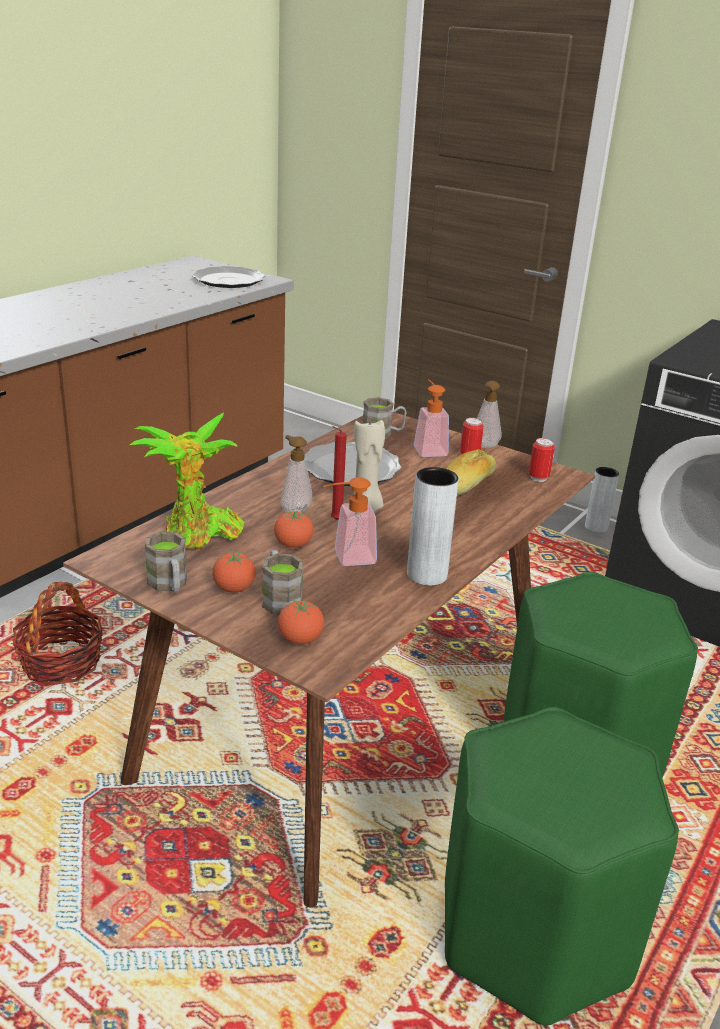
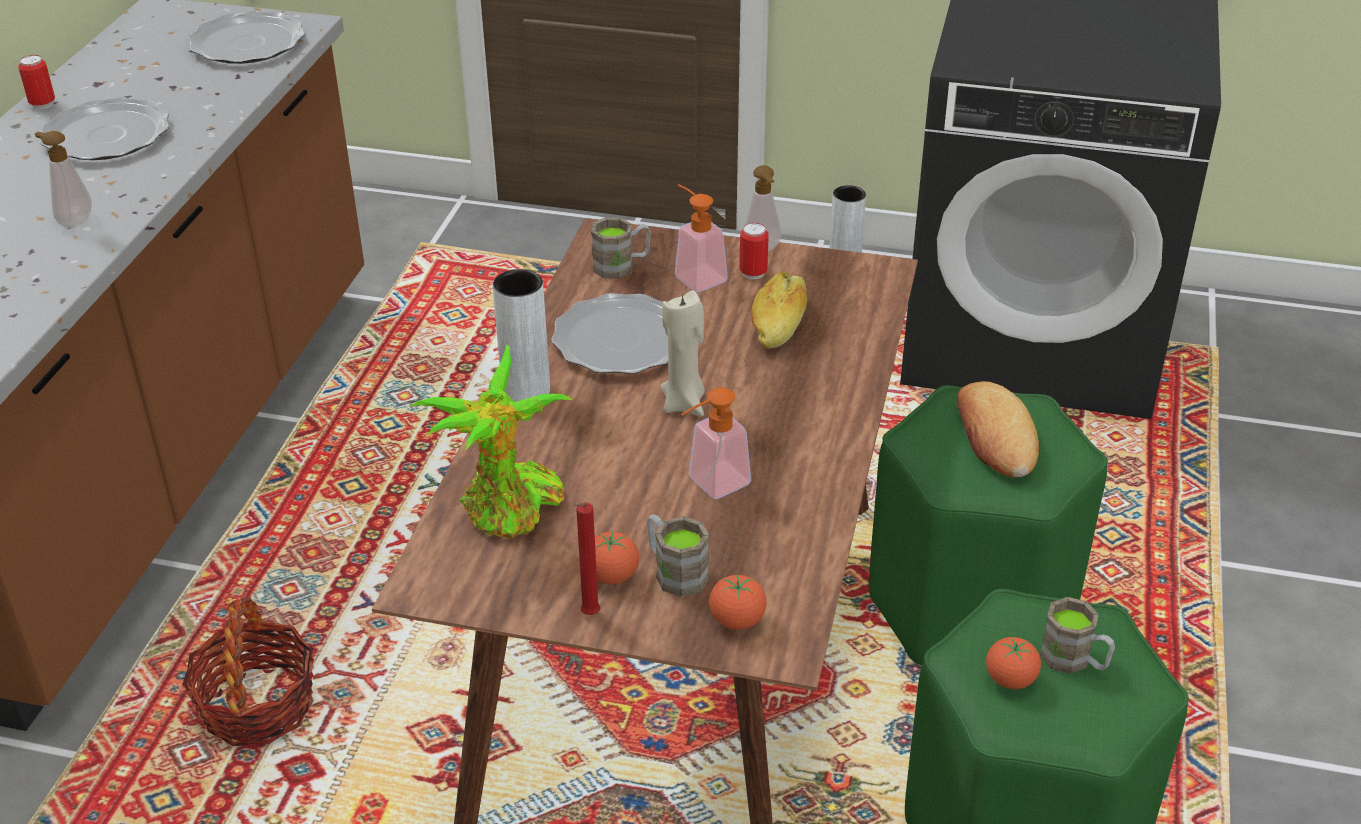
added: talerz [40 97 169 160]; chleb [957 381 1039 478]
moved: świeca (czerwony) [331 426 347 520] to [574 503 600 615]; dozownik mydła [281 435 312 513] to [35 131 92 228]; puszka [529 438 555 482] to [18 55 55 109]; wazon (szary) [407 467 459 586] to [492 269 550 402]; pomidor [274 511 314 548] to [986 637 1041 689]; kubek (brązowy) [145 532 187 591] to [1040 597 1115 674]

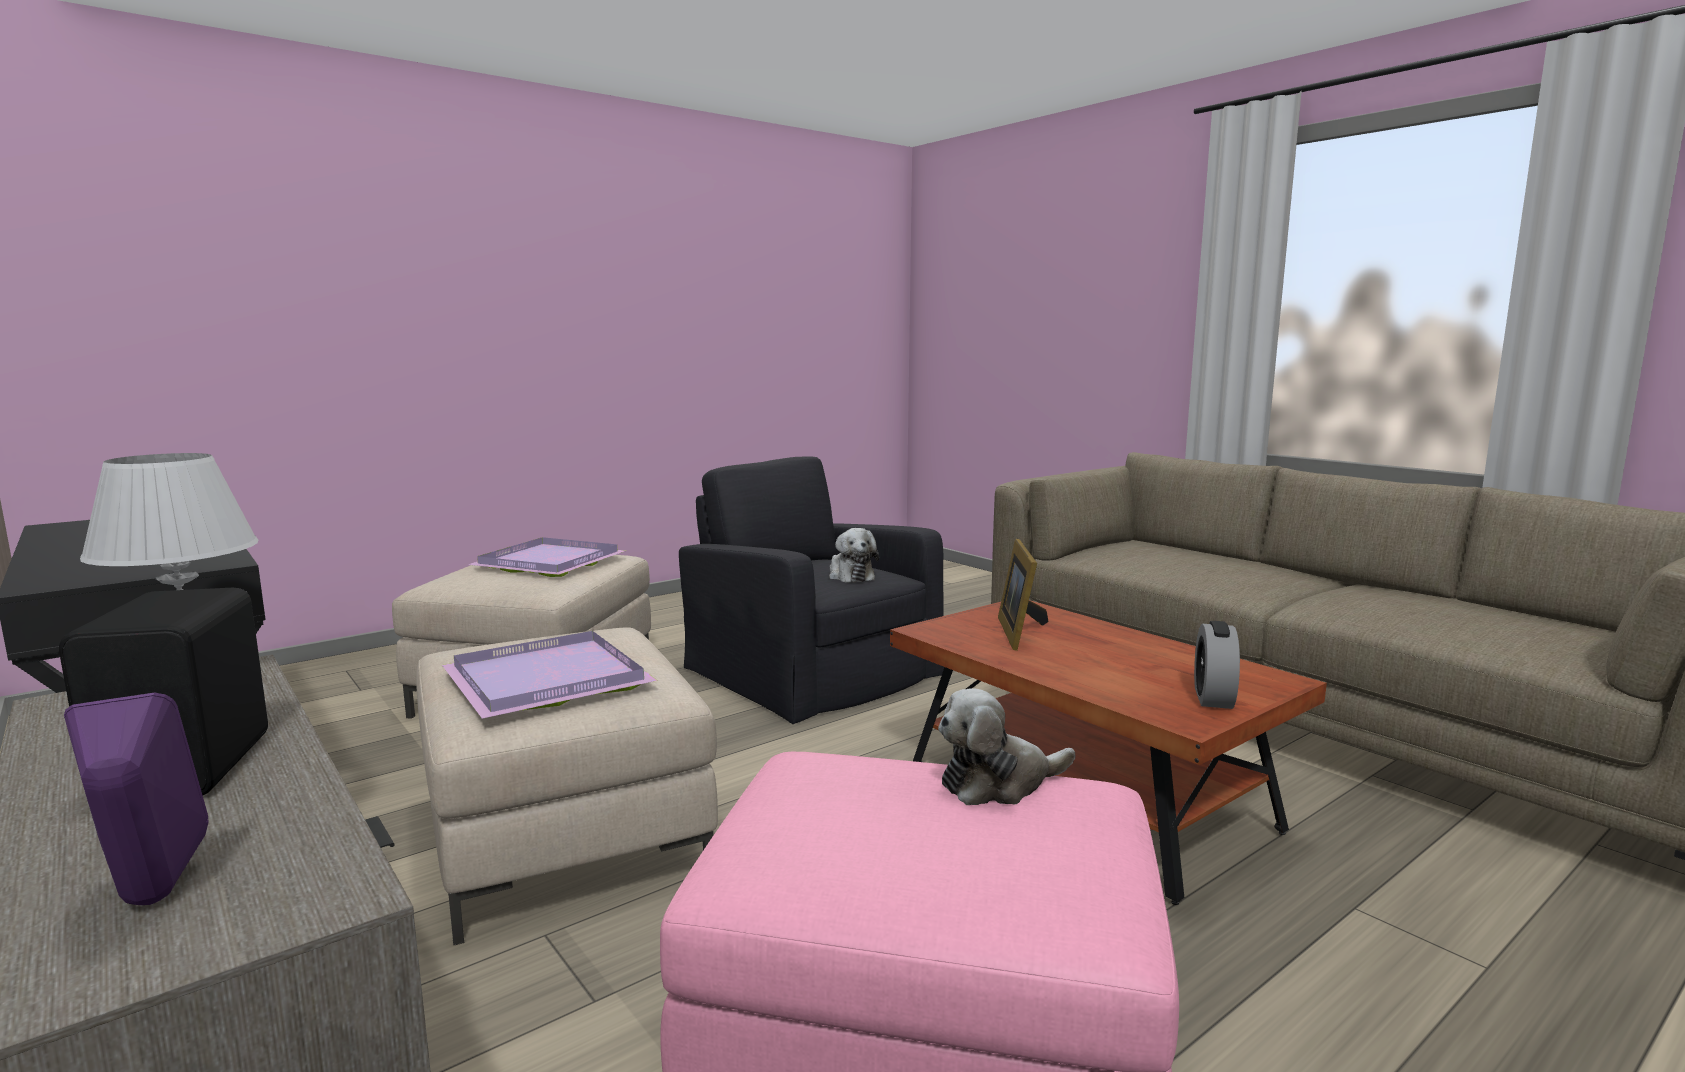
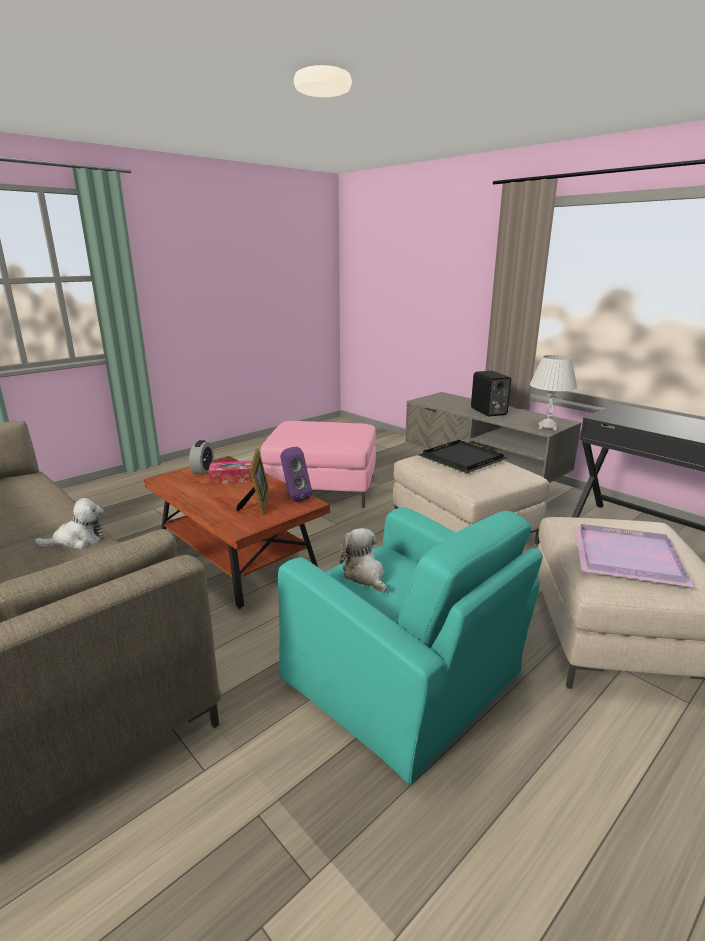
added: pudełko chusteczek [208 461 253 485]
moved: pluszak [938 688 1075 805] to [35 498 104 549]; głośnik (fioletowy) [64 692 208 905] to [280 447 312 502]
recoloured: fotel (czarny) [679 457 944 724] to fotel (turkusowy) [278 507 543 785]; taca (fioletowy) [442 631 658 719] to taca (czarny) [418 440 508 473]

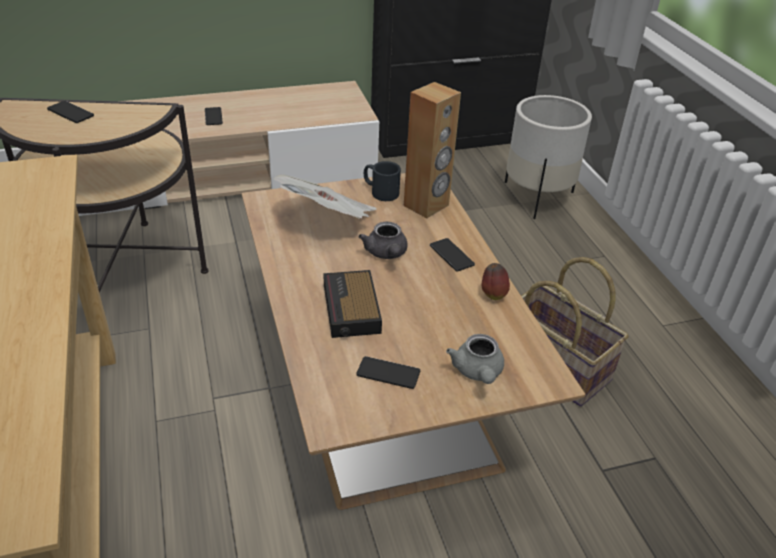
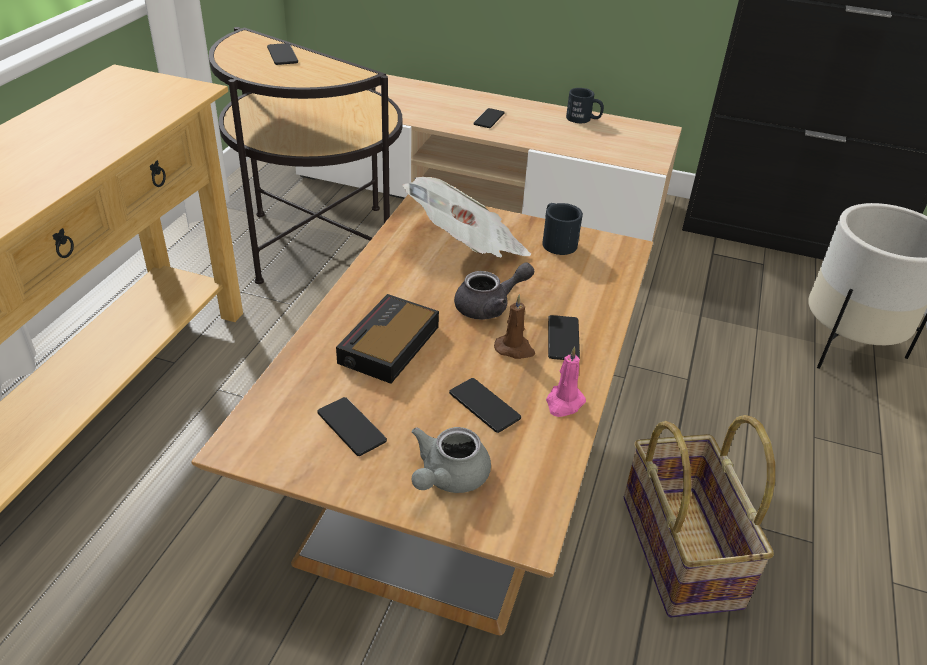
removed: głośnik (brązowy) [404 82 461 218]
added: kubek (czarny) [566 88 604 123]; świeca (brązowy) [494 294 535 359]; telefon [449 378 521 433]
replaced: jabłko [482 263 510 300] to świeca (różowy) [546 346 586 417]
turned: imbryk (szary) [359 222 408 259] = [454 262 534 320] 135 degrees counterclockwise

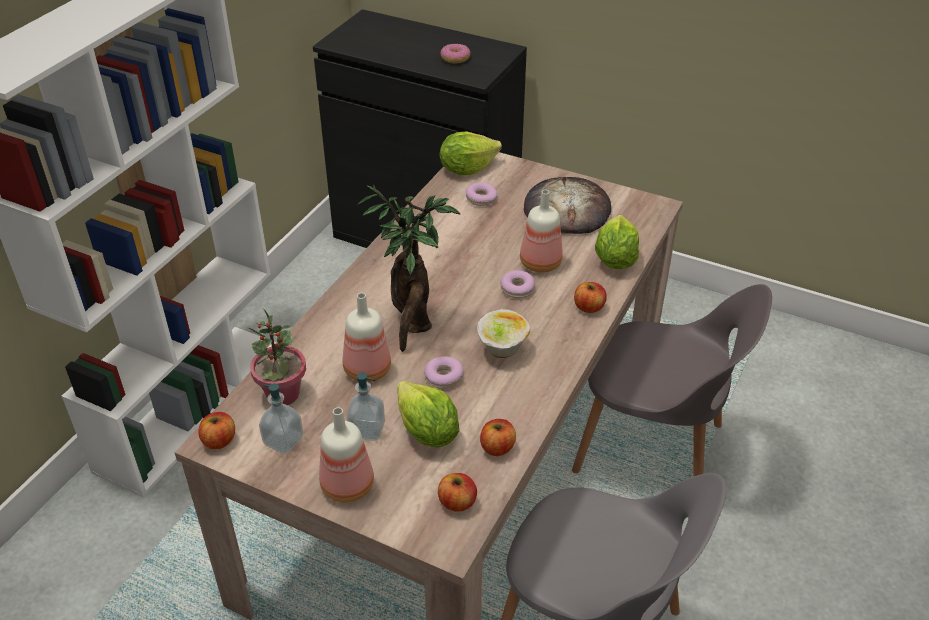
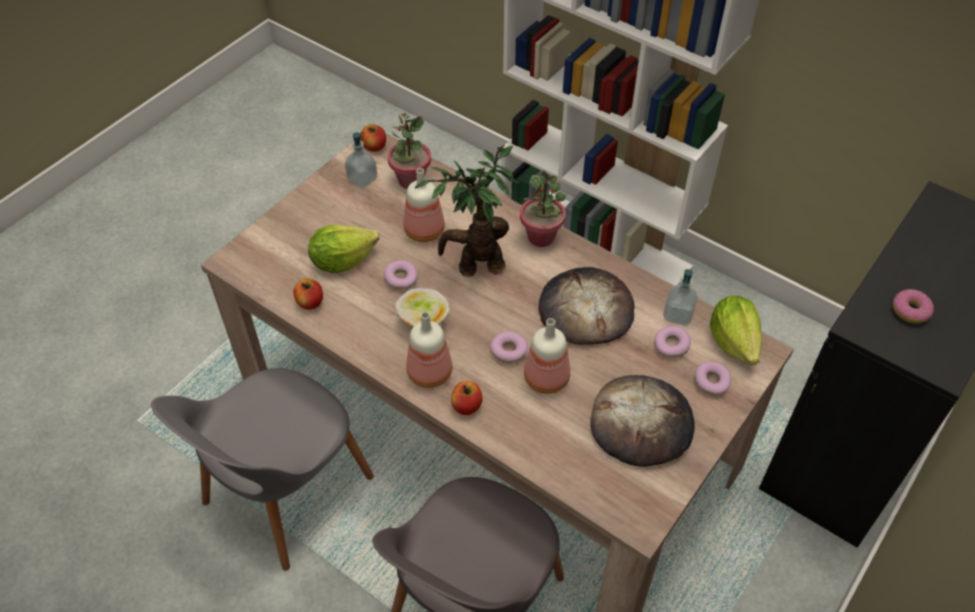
removed: sałata [595 215 639 269]; jabłko [438 473 477 512]
added: roślina doniczkowa [520 171 567 247]; chleb [539 267 635 345]; donut [694 361 732 396]
moved: dozownik mydła [346 372 385 441] to [663 269 698 326]; butelka [319 407 374 503] to [406 312 452 388]

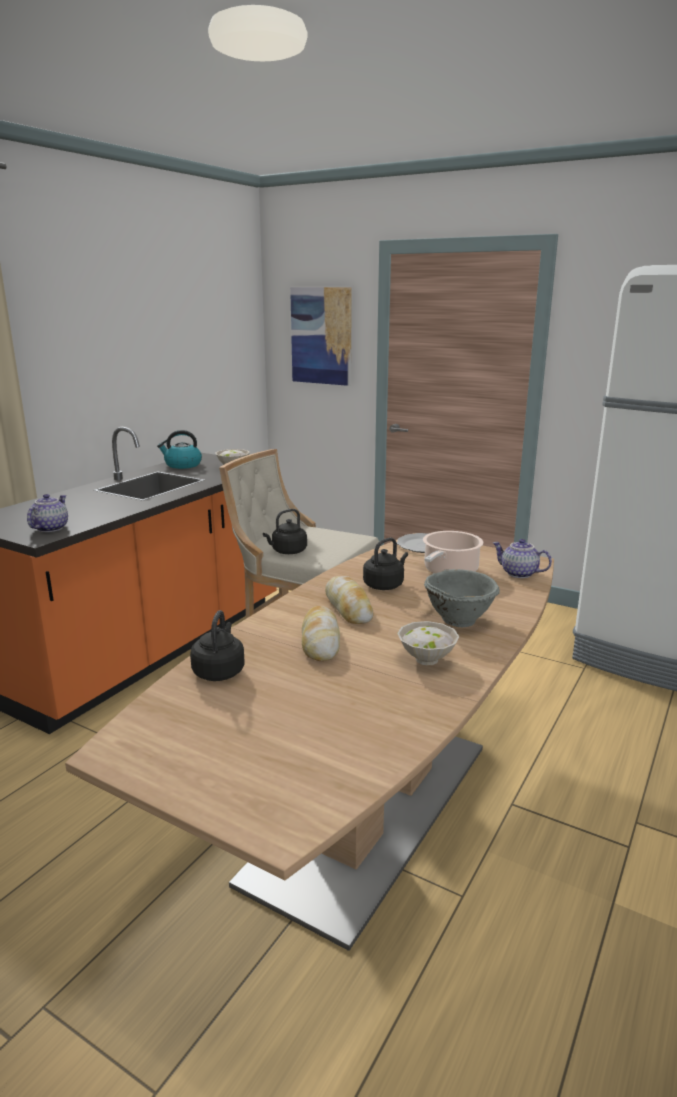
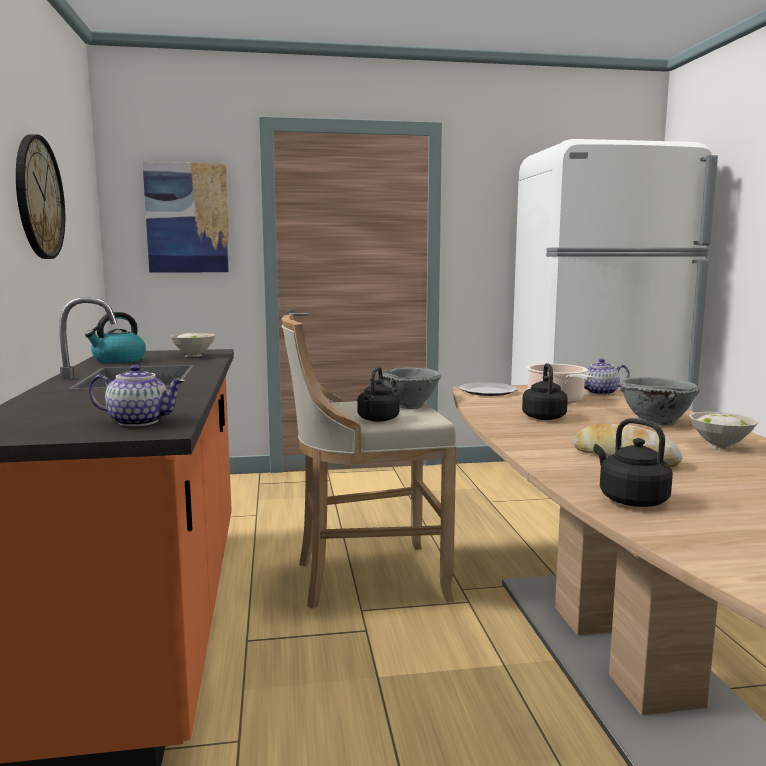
removed: chleb [325 576 373 624]
added: zegar ścienny [16 134 65 259]; miska (szary) [382 367 441 409]
turned: imbryk [27 494 68 532] = [88 364 185 427] 120 degrees clockwise

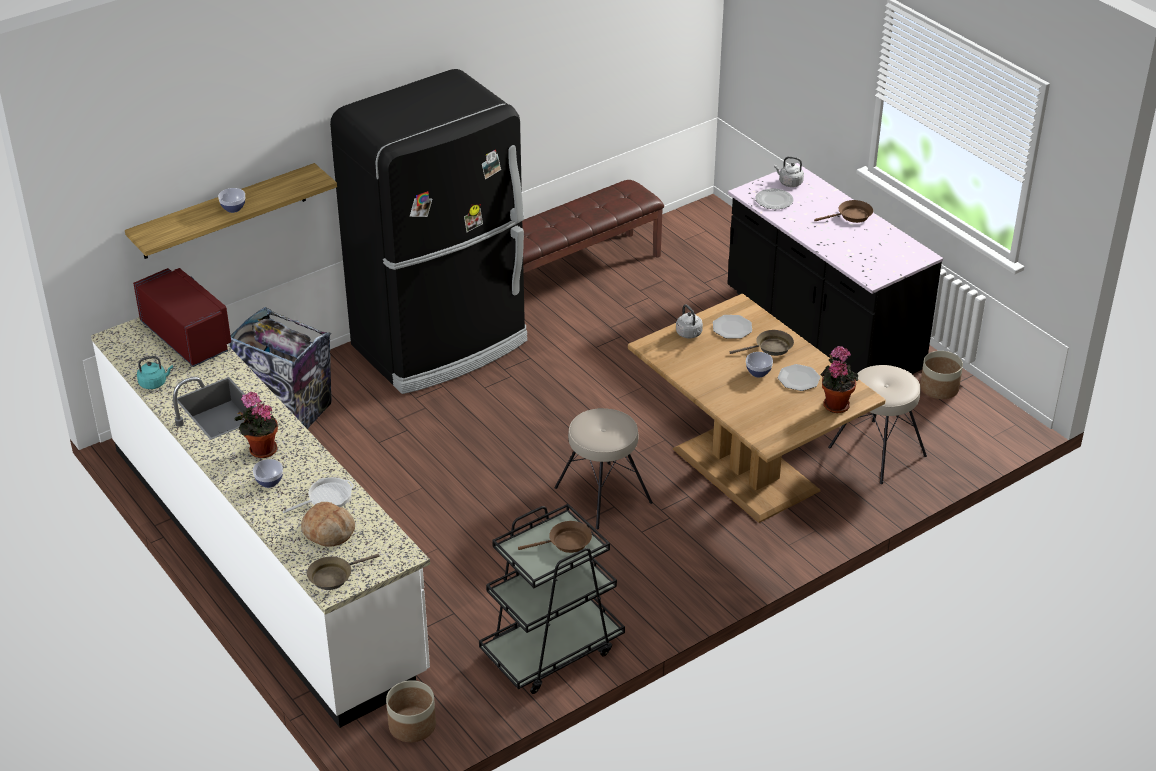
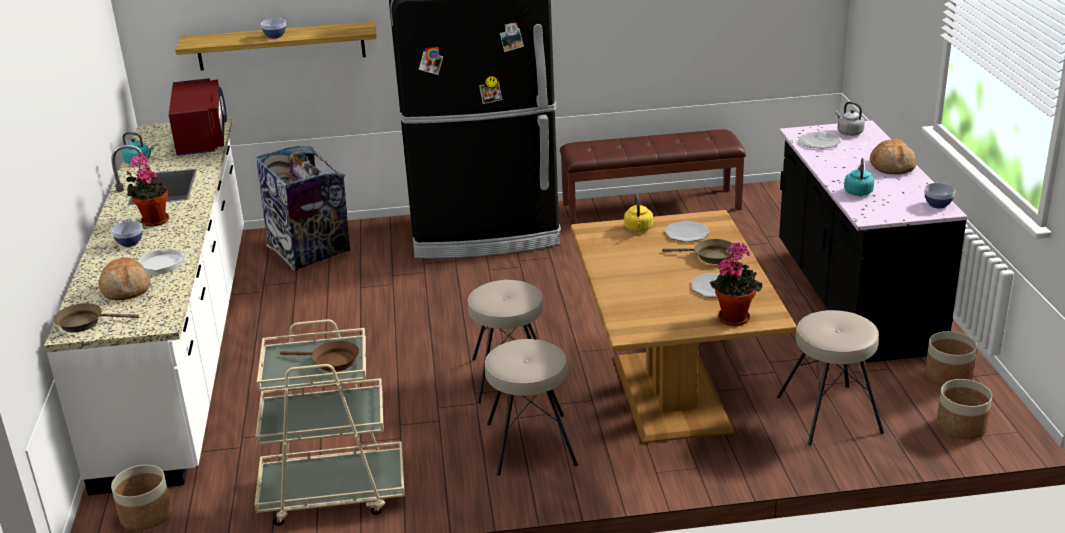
added: czajnik (turkusowy) [844 158 874 196]; stołek (beżowy) [485 339 578 476]; donica [936 379 992 440]
moved: miska [746 352 773 377] to [924 183 955 209]
replaced: patelnia (brązowy) [814 200 873 223] to chleb [870 139 917 174]
recoloured: czajnik (szary) [676 305 703 339] to czajnik (żółty) [624 194 653 232]; wózek (czarny) [479 504 625 694] to wózek (beżowy) [255 320 405 526]

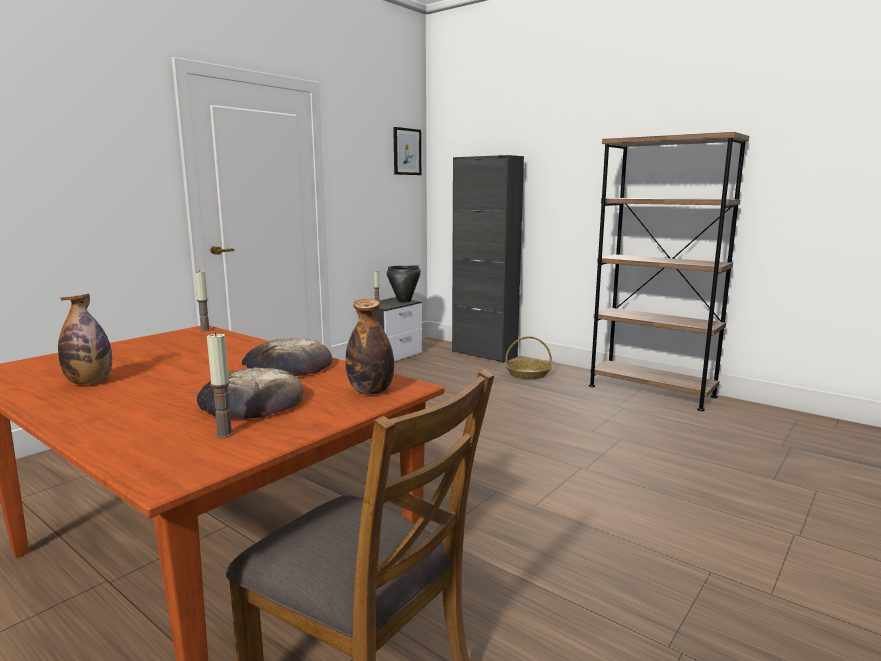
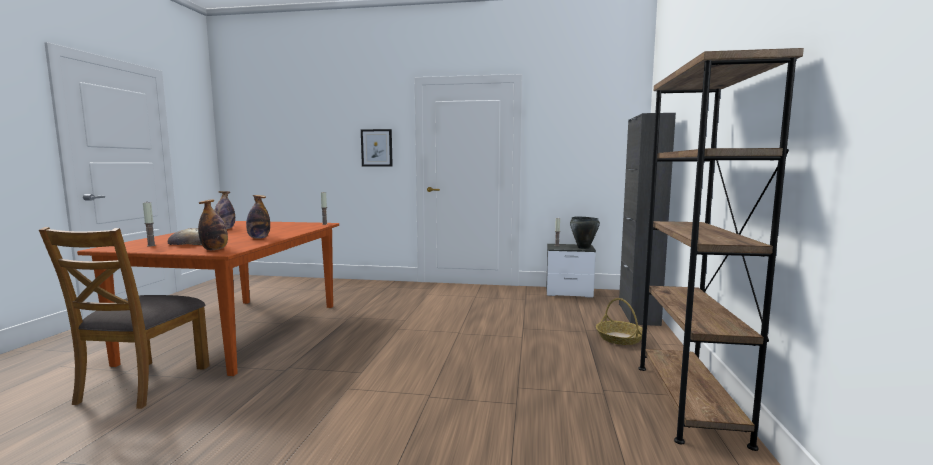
moved: obraz [393 127 421 175] to [361 129 393 166]
replaced: chleb [242 338 332 376] to butelka [246 195 270 239]

